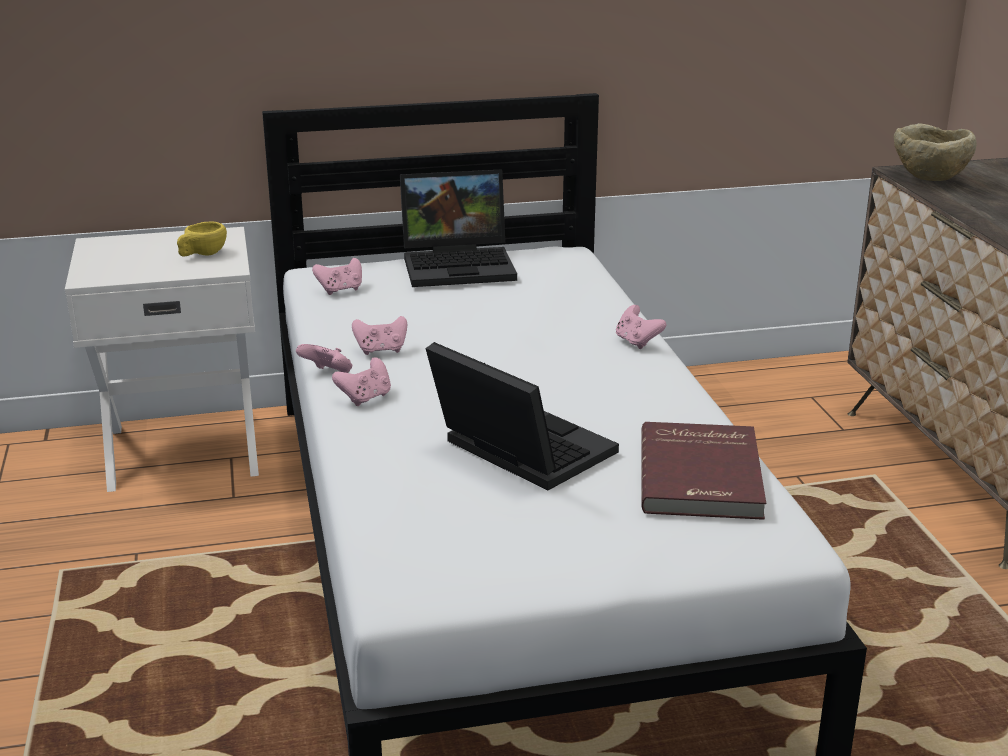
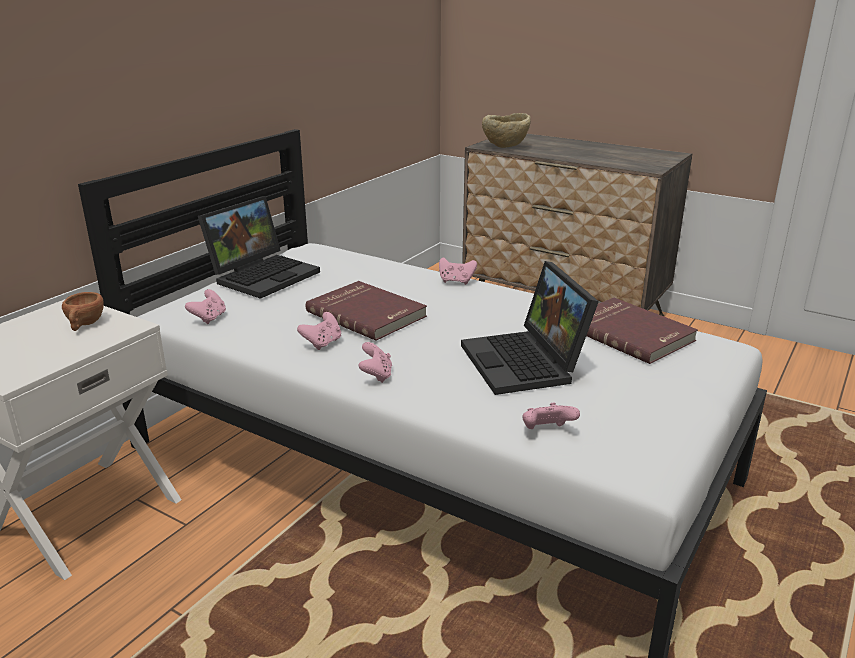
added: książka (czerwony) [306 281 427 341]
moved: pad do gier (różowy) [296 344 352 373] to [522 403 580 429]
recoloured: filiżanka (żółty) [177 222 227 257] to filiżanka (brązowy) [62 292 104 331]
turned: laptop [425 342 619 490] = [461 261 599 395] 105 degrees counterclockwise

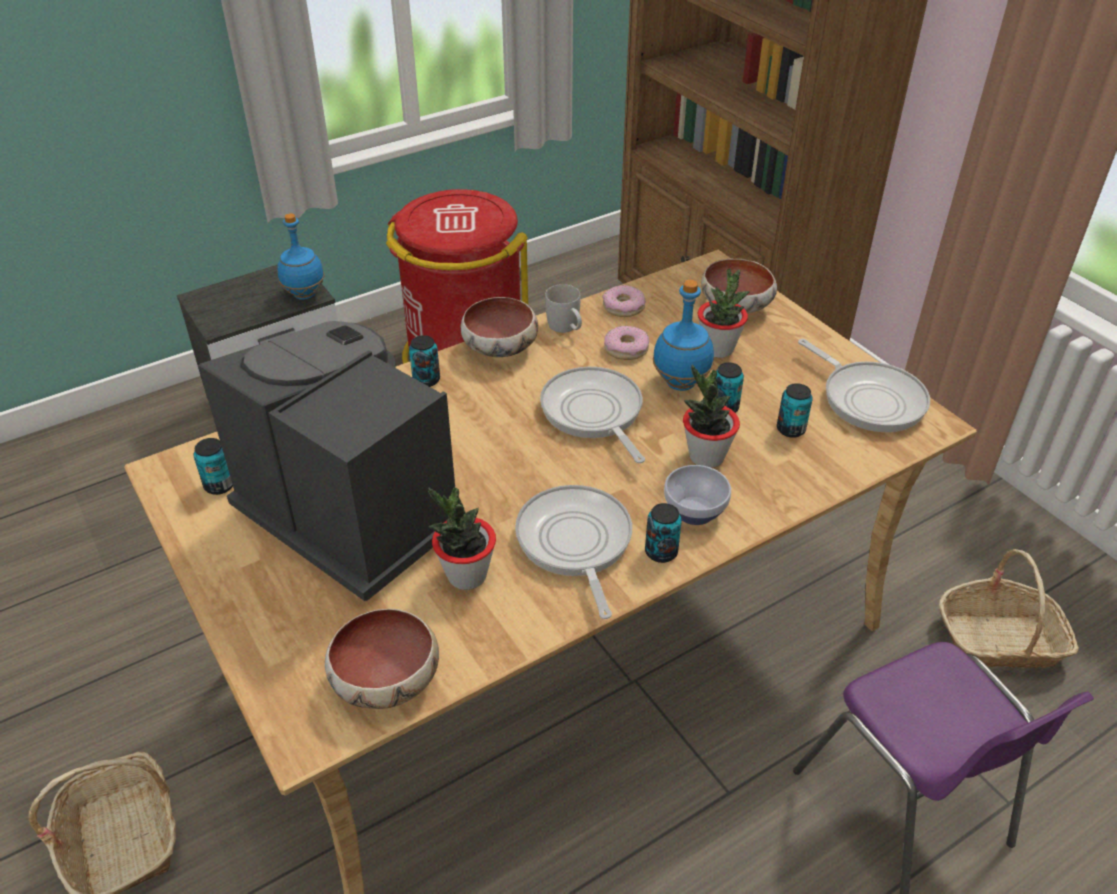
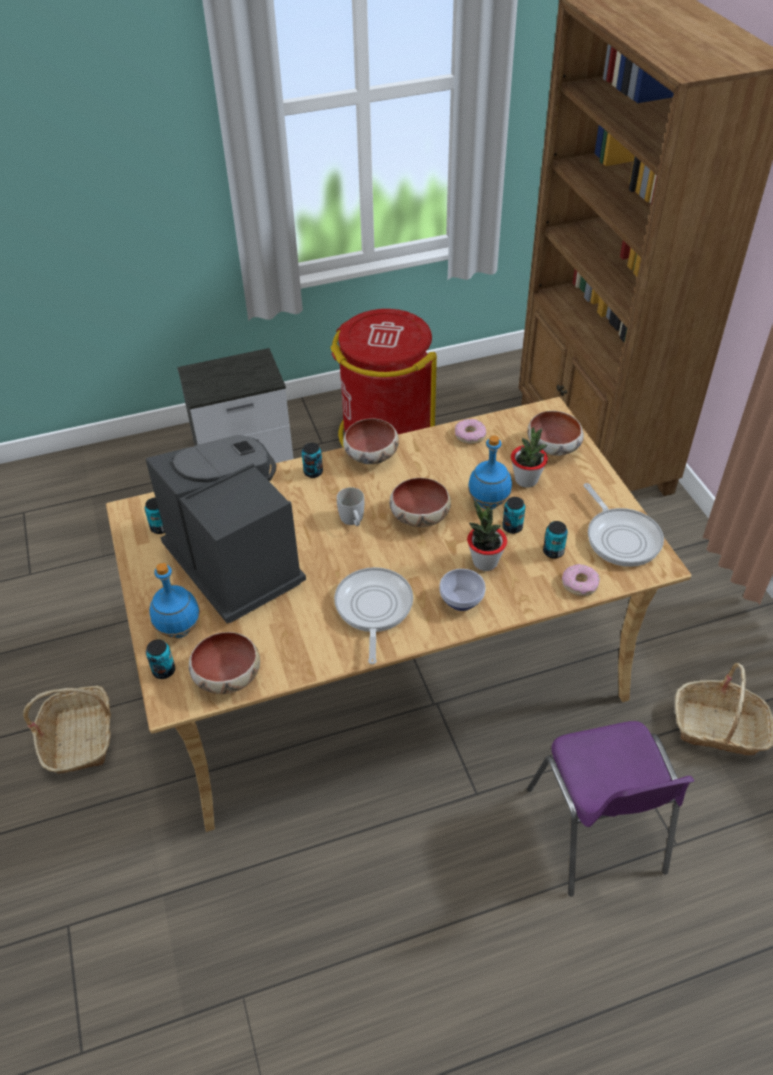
removed: roślina doniczkowa [428 487 496 590]
moved: butelka (niebieski) [277 213 325 300] to [149 563 200 638]; kubek (biały) [545 284 582 333] to [337 487 364 526]; donut [604 326 649 360] to [562 564 600 596]; puszka [645 503 682 563] to [146 639 175 679]
replaced: patelnia [540 367 645 463] to miska [390 478 451 527]

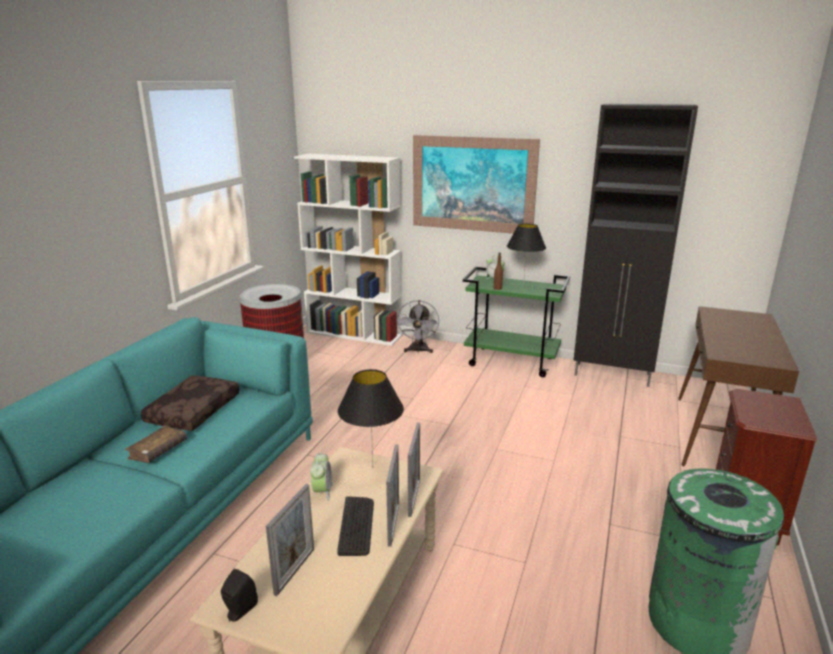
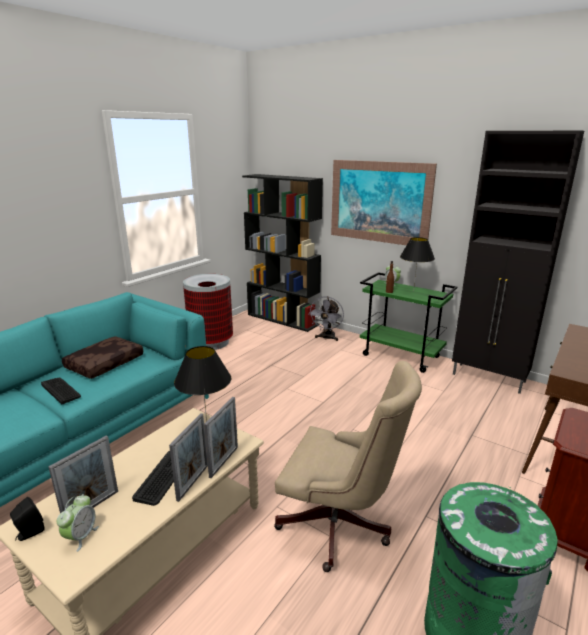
added: krzesło biurowe (beżowy) [274 361 422 572]
moved: budzik [310 453 333 501] to [57 494 99 552]
replaced: książka (brązowy) [125 425 187 463] to klawiatura [41 378 81 404]
recoloured: regał (biały) [294 154 402 346] to regał (czarny) [242 174 323 332]

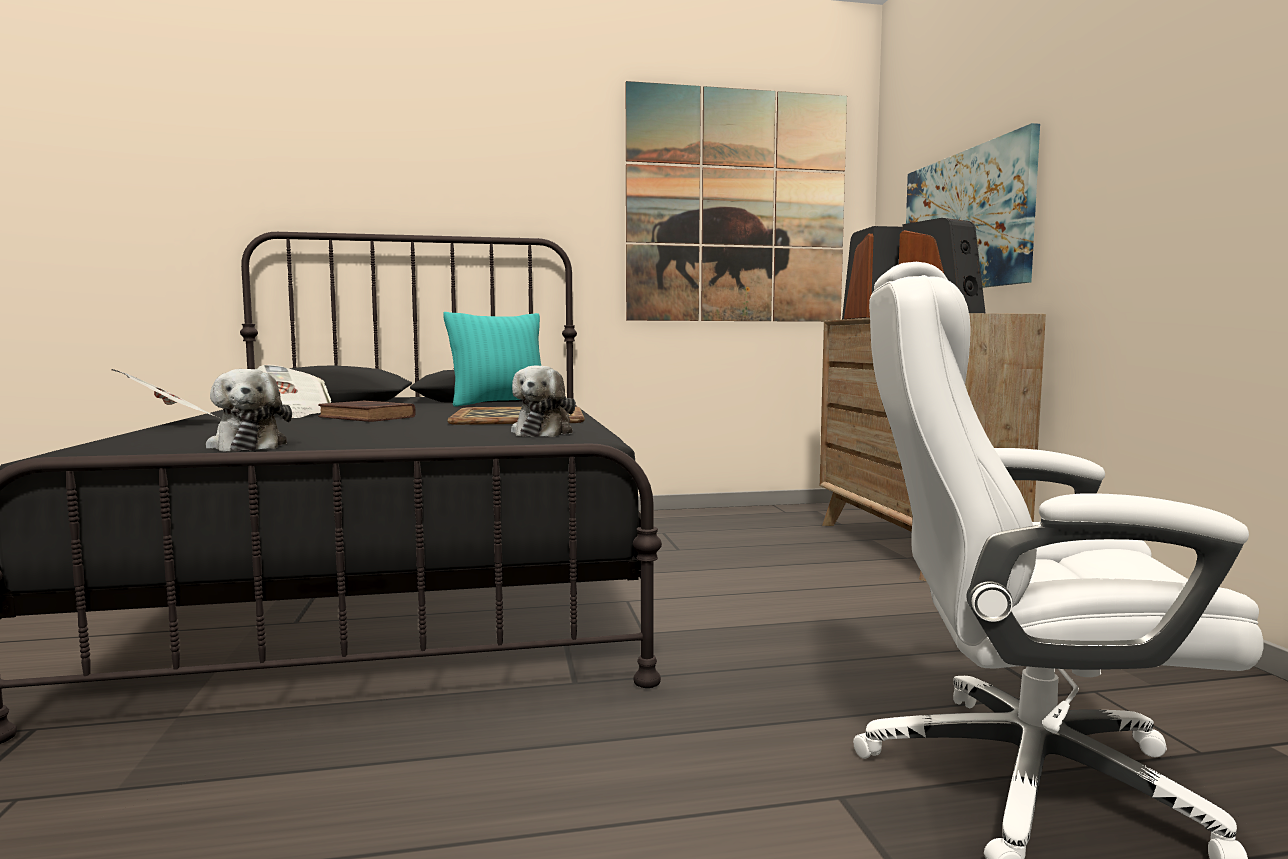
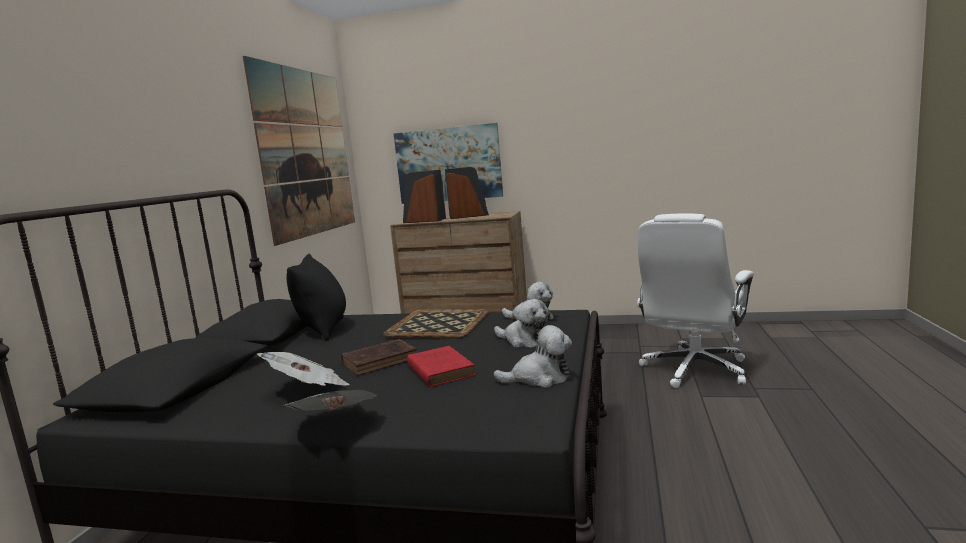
added: pluszak [494 299 549 347]; książka (czerwony) [407 346 476 387]
recoloured: poduszka (turkusowy) [443 312 541 407] to poduszka (czarny) [287 254 346 341]

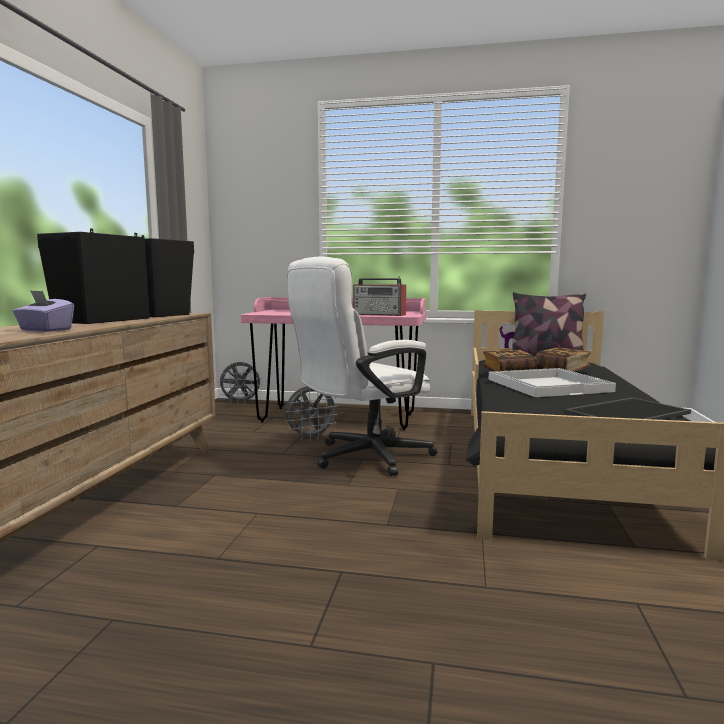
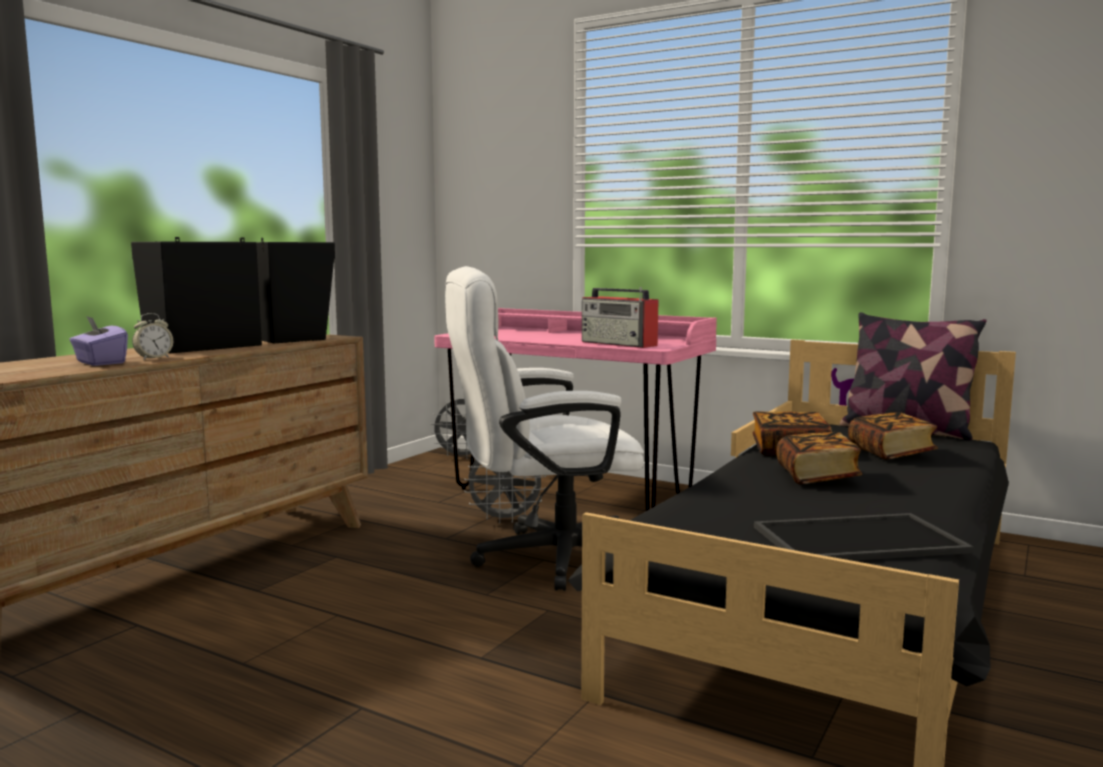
added: budzik [132 313 173 360]
replaced: taca (biały) [489 368 616 397] to książka [776 432 862 484]

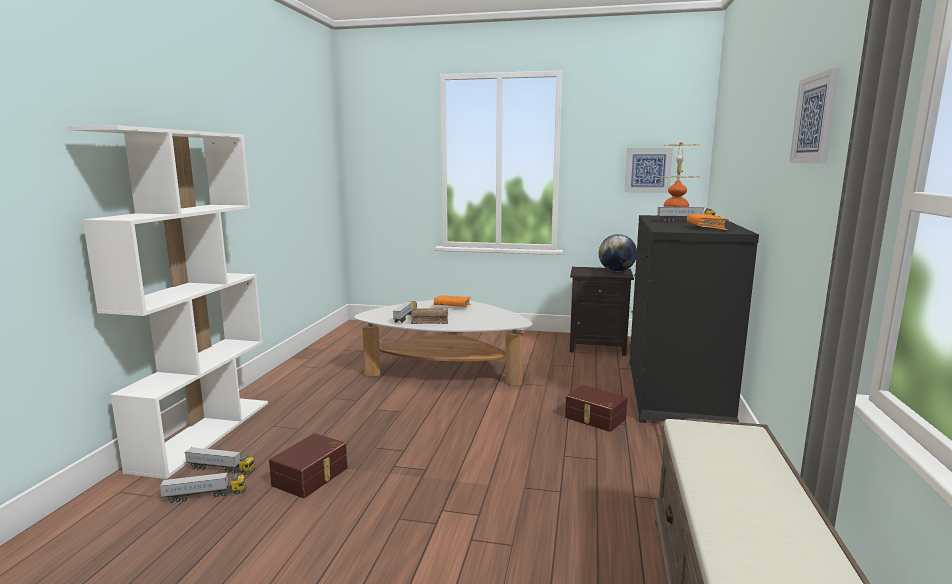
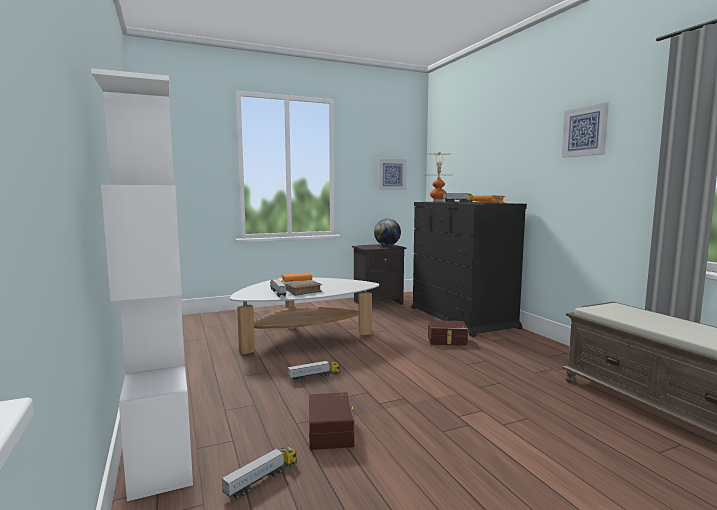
moved: ciężarówka zabawkowa [184 447 255 475] to [288 361 340 382]

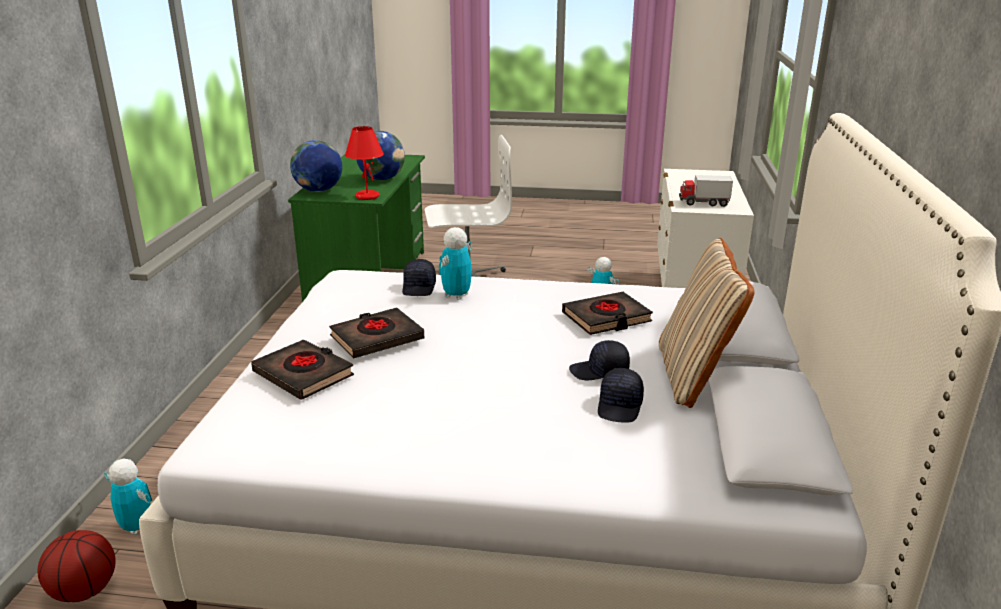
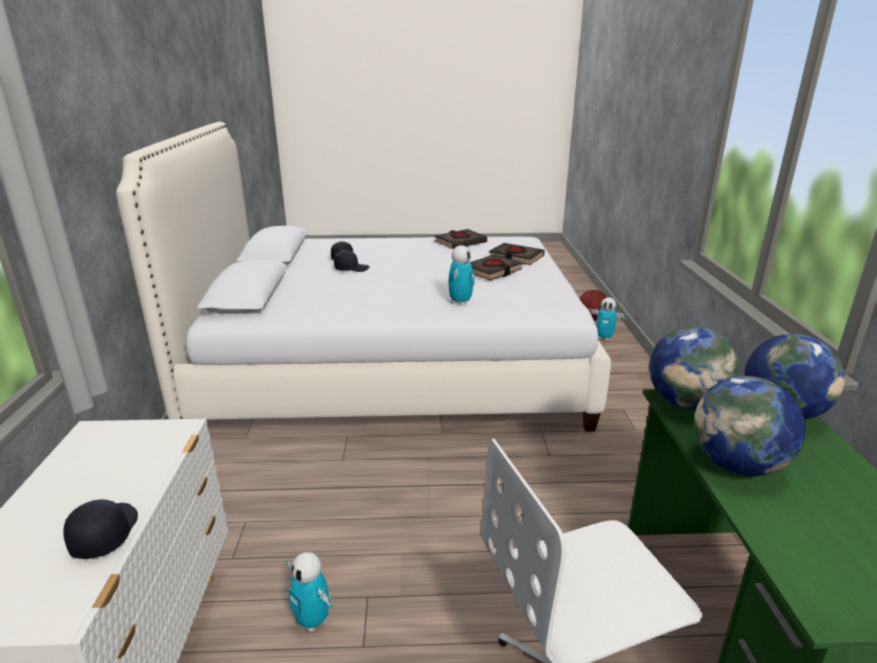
removed: ciężarówka zabawkowa [679 175 733 207]; poduszka (beżowy) [659 238 755 408]
moved: czapka z daszkiem (czarny) [402 259 436 296] to [63 499 138 559]; książka (czarny) [562 292 653 335] to [435 229 487 249]
replaced: lampa stołowa (czerwony) [345 126 384 200] to globus [649 326 740 410]

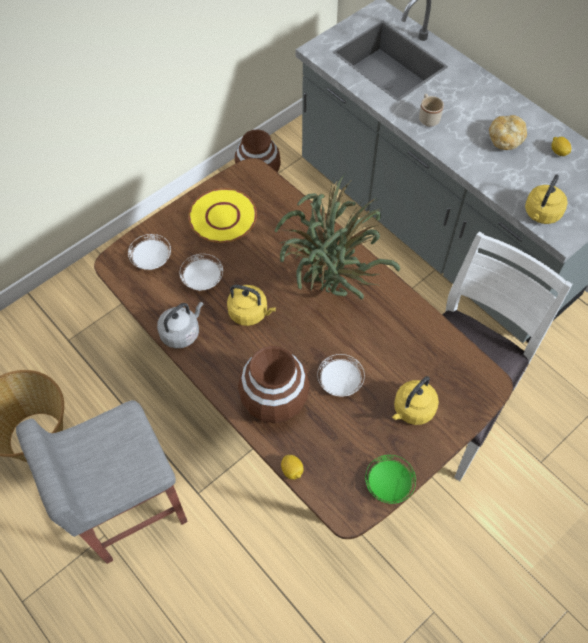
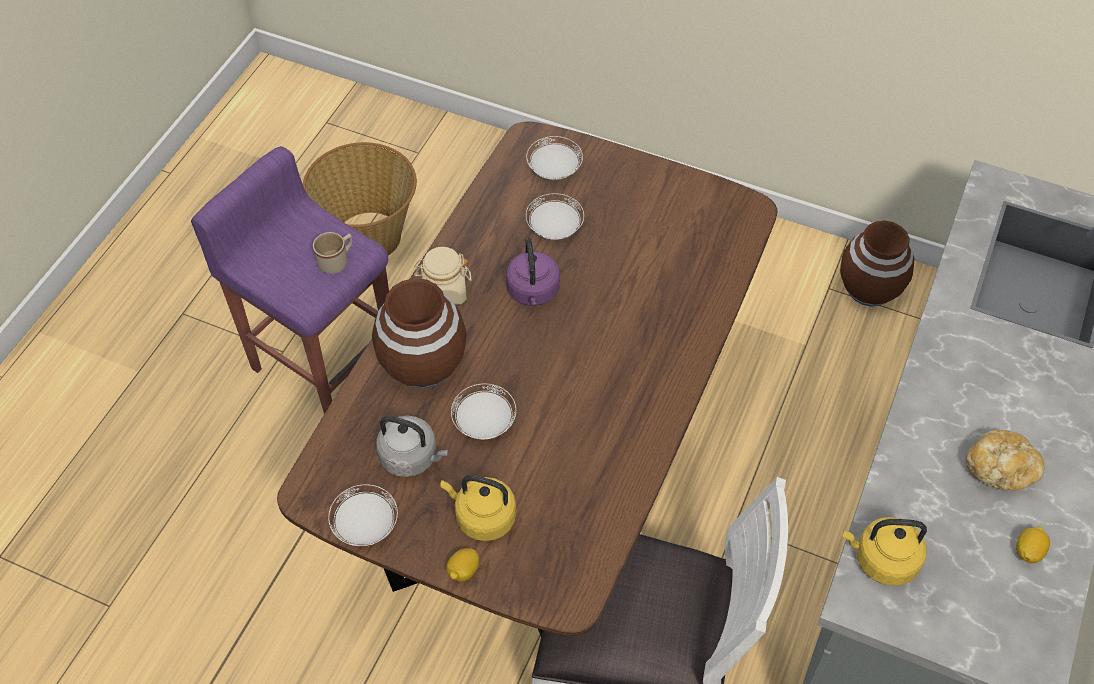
removed: roślina doniczkowa [275 172 400 299]; talerz (żółty) [188 188 257 243]
added: słoik (beżowy) [413 247 471 305]
moved: kubek (beżowy) [419 94 444 126] to [313 232 353 274]; czajnik (szary) [157 302 203 348] to [376 416 448 477]; cytryna [281 455 304 480] to [446 548 479 582]
recoloured: czajnik (żółty) [227 285 276 326] to czajnik (fioletowy) [506 238 560 306]; stołek (szary) [16 400 188 564] to stołek (fioletowy) [191 146 389 414]; talerz (zielony) [365 455 416 504] to talerz (biały) [328 484 398 546]

